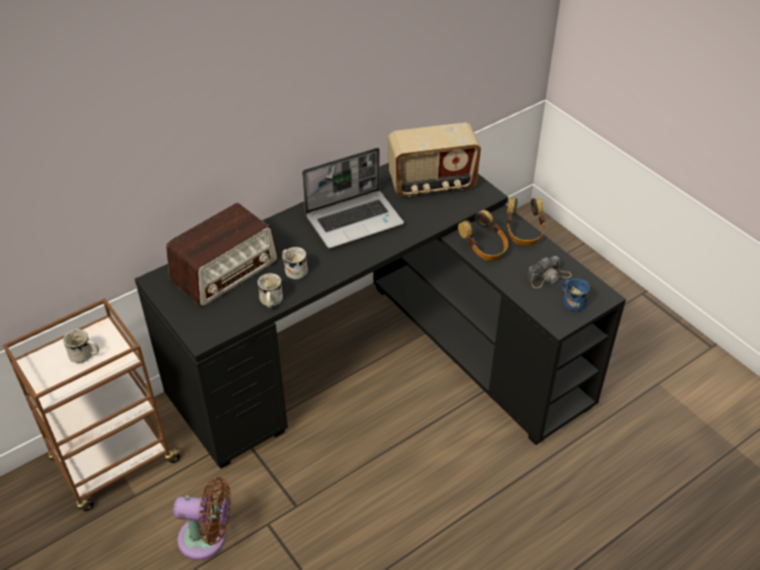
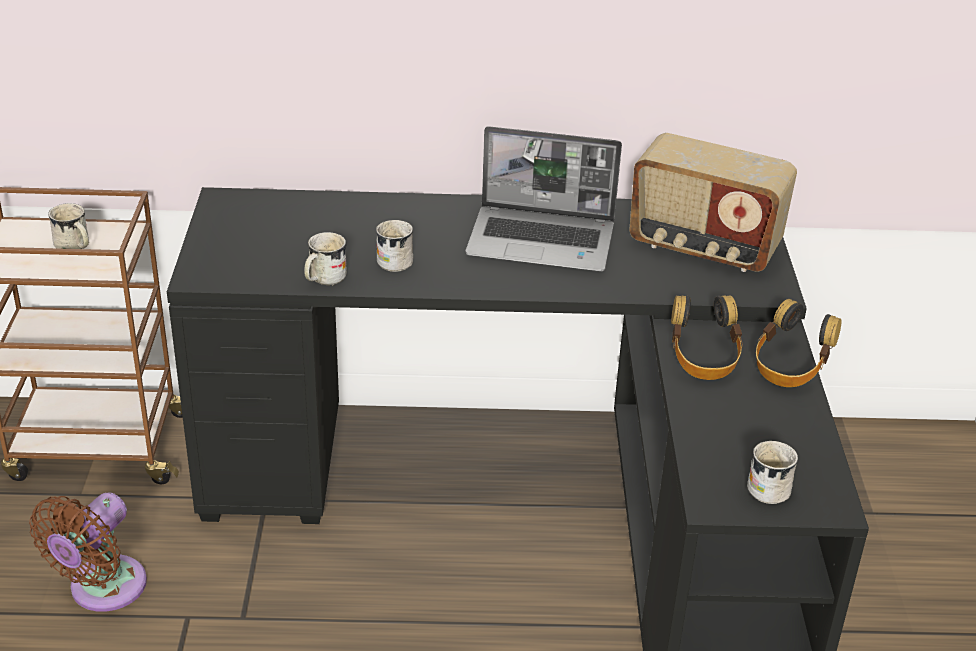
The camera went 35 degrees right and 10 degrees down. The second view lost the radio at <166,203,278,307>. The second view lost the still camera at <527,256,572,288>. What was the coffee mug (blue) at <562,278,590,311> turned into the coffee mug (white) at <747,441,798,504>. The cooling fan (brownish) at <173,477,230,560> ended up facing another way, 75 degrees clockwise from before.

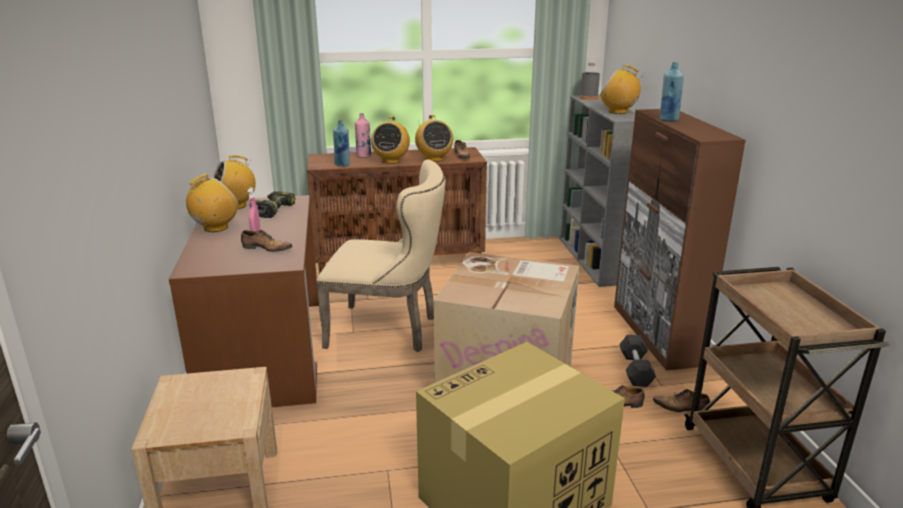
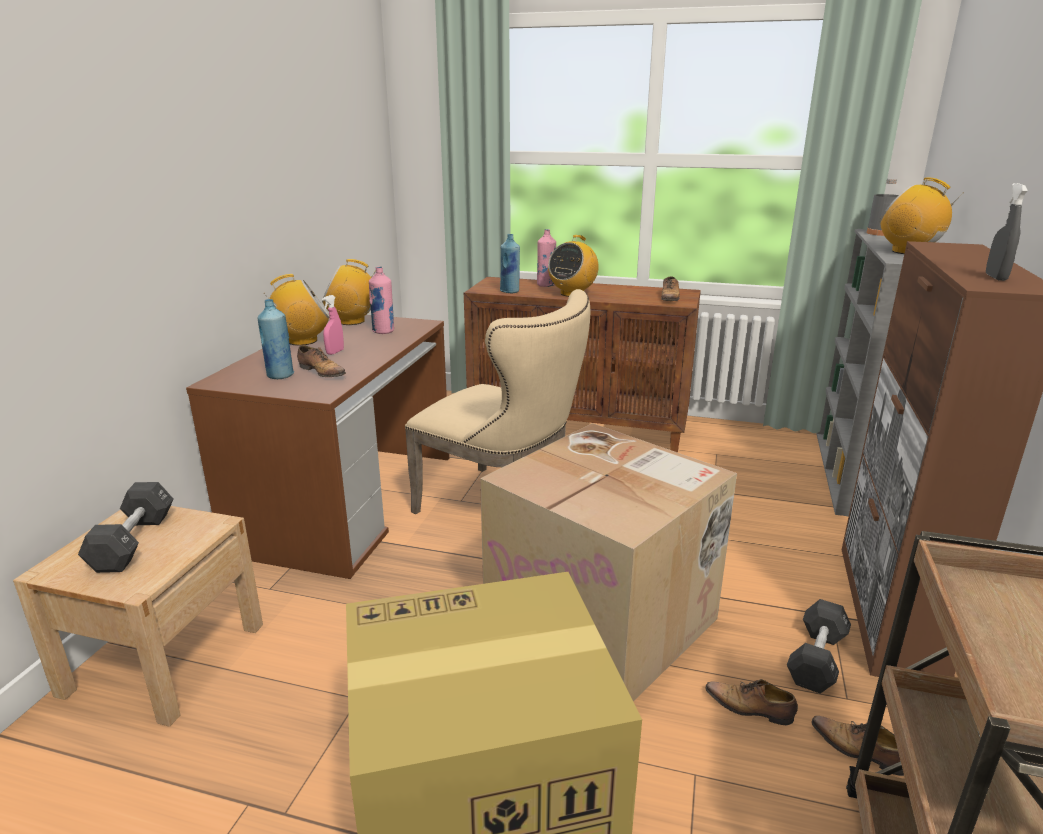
The camera went 25 degrees right and 0 degrees up. The bottle (blue) ended up elsewhere, having gone from <660,62,684,122> to <257,299,294,379>. The second view lost the radio at <415,115,453,162>. Where the electric drill stood at <250,191,296,218>, the bottle (pink-coloured) came to stand at <369,266,394,334>. The second view gained the sprayer (grey) at <986,183,1028,281>. The second view gained the dumbbell (black-coloured) at <78,482,174,573>.

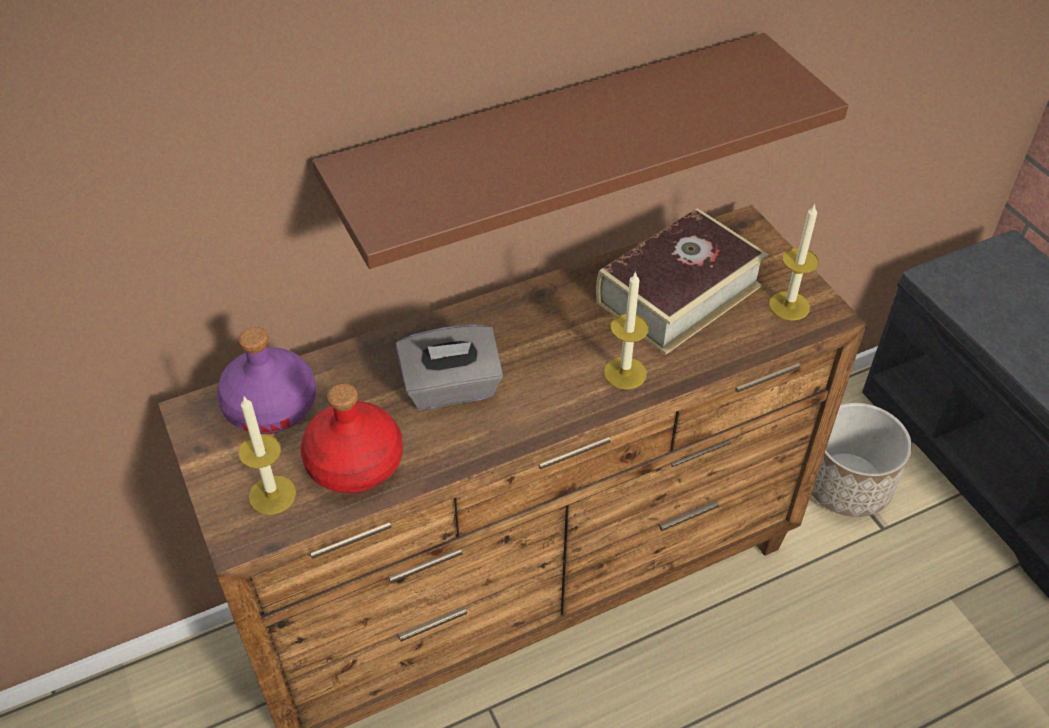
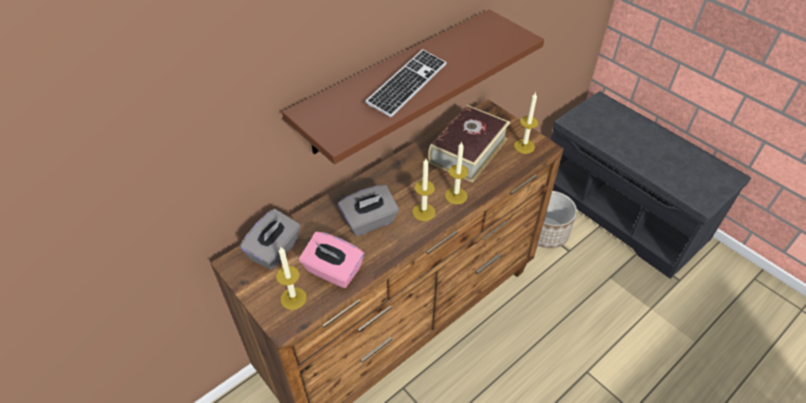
The camera went 15 degrees left and 0 degrees up. Where the bottle (purple) stood at <217,327,316,434>, the tissue box (grey) came to stand at <240,209,301,270>. Where the bottle (red-coloured) stood at <301,383,403,494>, the tissue box (pink-coloured) came to stand at <299,232,364,288>. The second view gained the keyboard at <365,49,447,117>. The second view gained the candle at <412,159,435,221>.

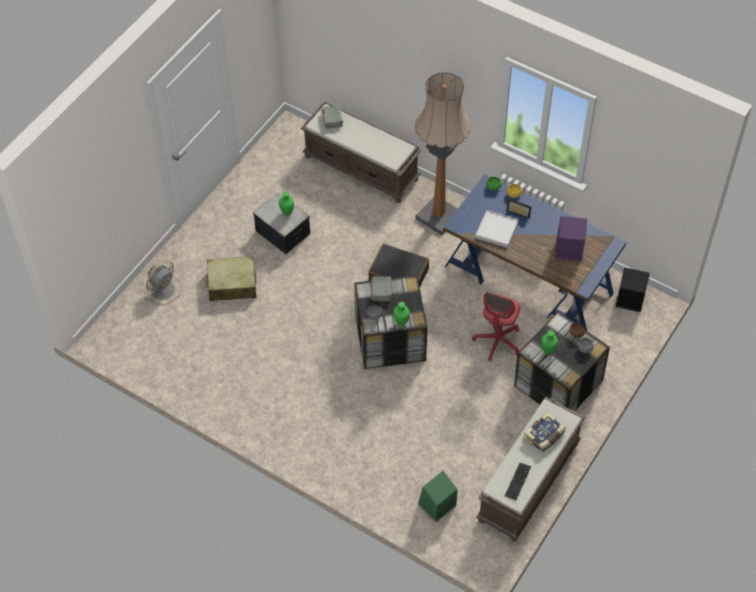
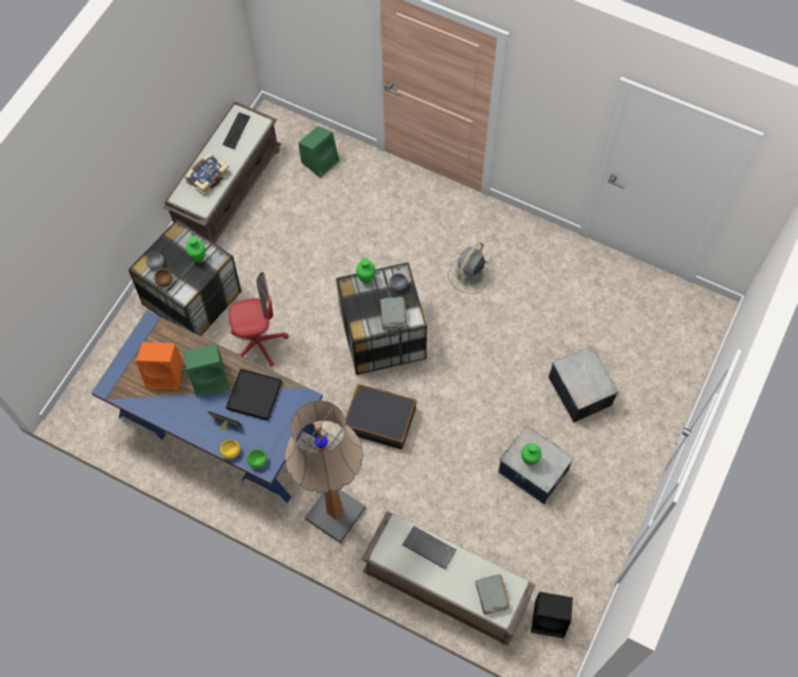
The camera went 175 degrees right and 10 degrees up. What was the tray (white) at <475,210,519,248> turned into the tray (black-coloured) at <226,369,282,421>. What was the speaker (purple) at <555,216,587,261> turned into the speaker (orange-coloured) at <136,342,183,390>. Where the suitcase (beige-coloured) stood at <204,256,257,301>, the storage container came to stand at <549,346,619,422>. The cooling fan (grey) ended up elsewhere, having gone from <145,261,182,305> to <448,242,488,294>. The speaker (black-coloured) ended up elsewhere, having gone from <616,268,650,312> to <531,592,573,638>. The computer chair (red-coloured) at <472,292,520,361> ended up facing another way, 60 degrees clockwise from before. The second view gained the speaker (green) at <184,344,229,397>. The second view gained the keyboard at <402,526,456,569>.

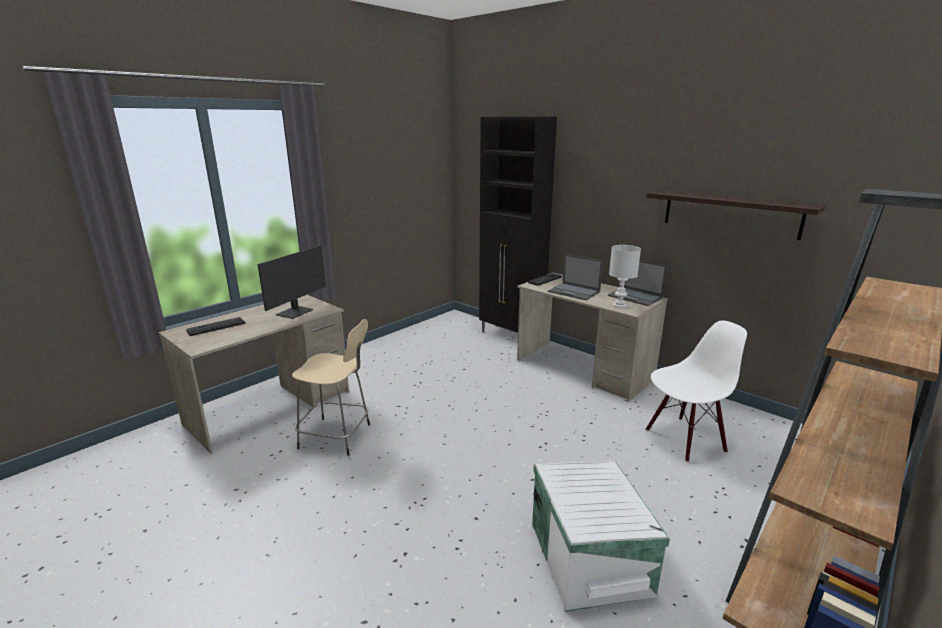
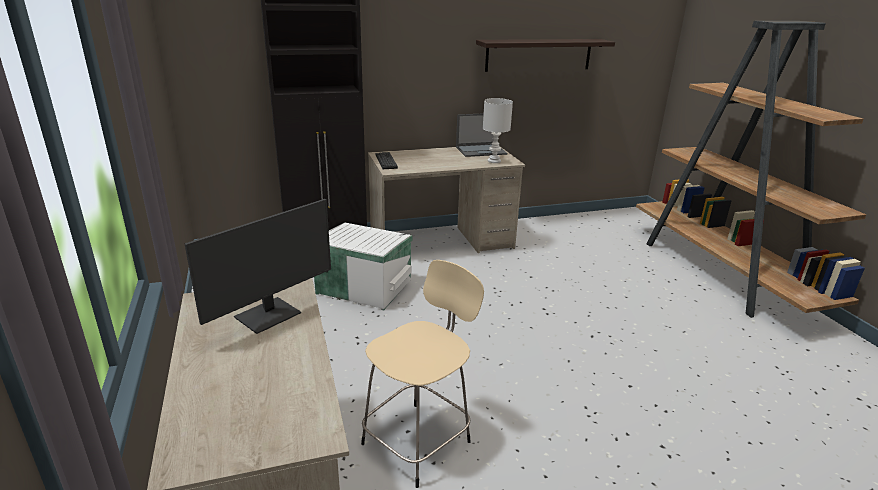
The camera went 60 degrees left and 5 degrees up. The computer display at <258,245,326,319> ended up facing another way, 75 degrees clockwise from before. The second view lost the portable computer at <548,254,603,300>. The second view lost the keyboard at <186,317,245,336>. The second view lost the upright chair (white) at <646,320,747,462>. The storage container (white) ended up elsewhere, having gone from <532,462,670,612> to <314,223,412,310>.

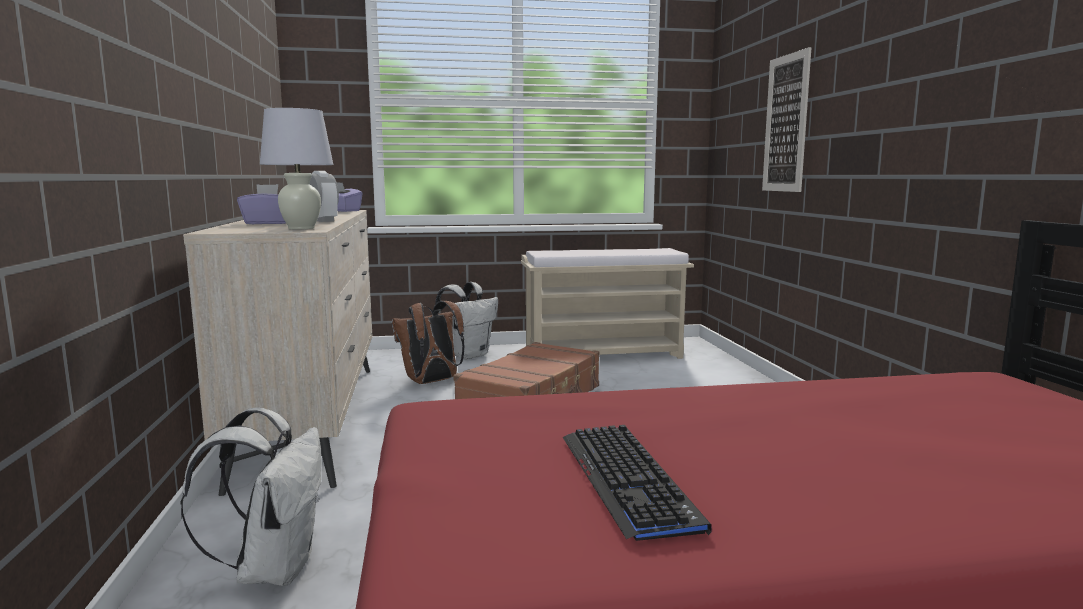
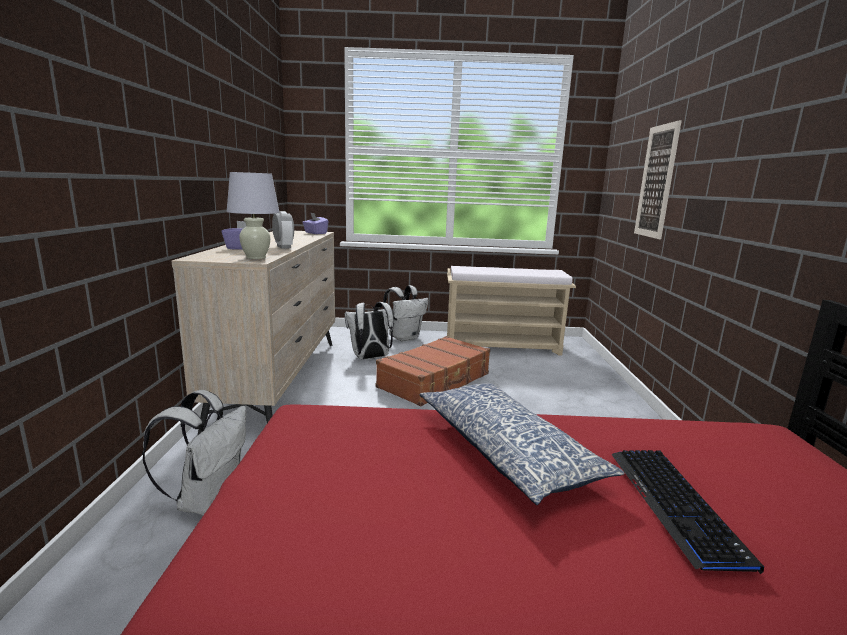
The camera went 10 degrees right and 5 degrees up. What was the backpack (brownish) at <392,301,465,384> turned into the backpack (white) at <345,302,394,359>. The keyboard ended up elsewhere, having gone from <563,425,712,541> to <611,450,764,574>. The second view gained the cushion at <420,383,625,505>.

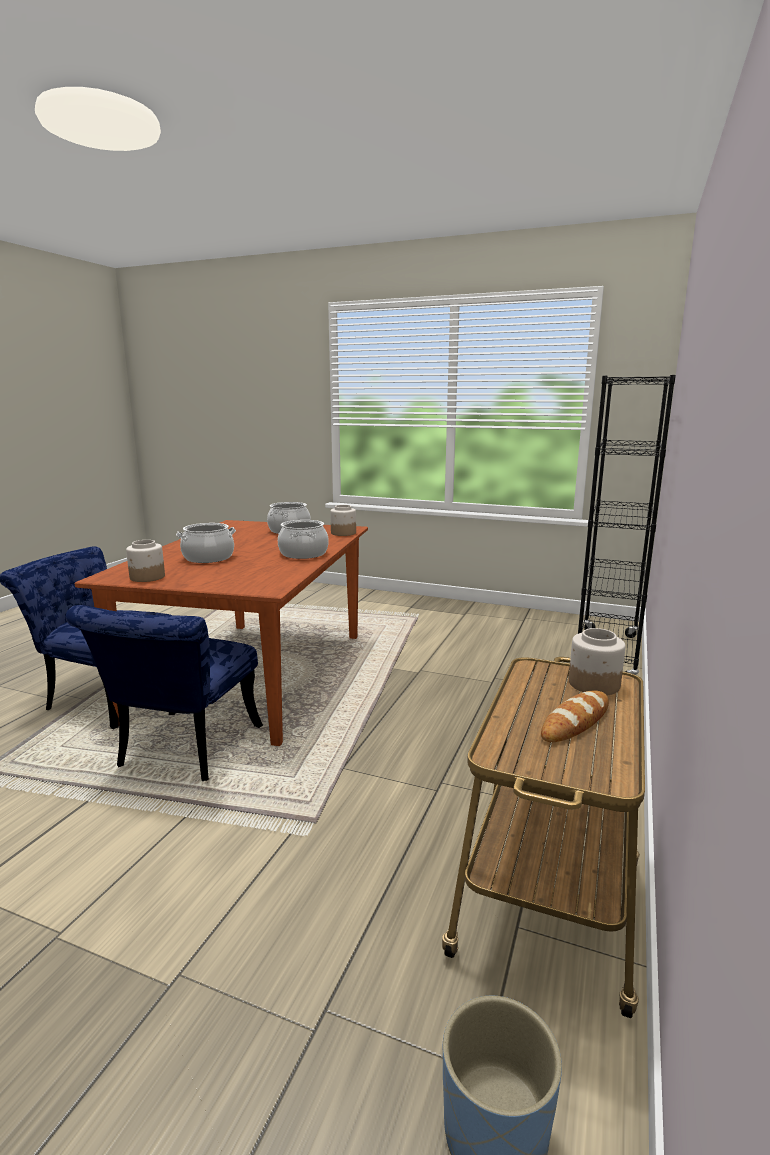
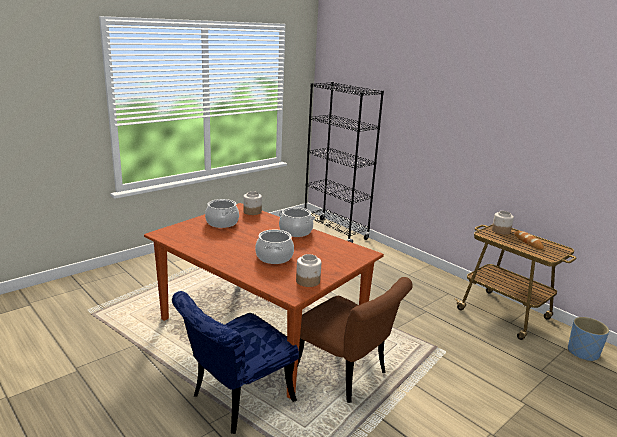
The camera went 65 degrees left and 5 degrees up. What was the upright chair (blue) at <66,605,263,781> turned into the upright chair (brownish) at <298,277,413,403>.

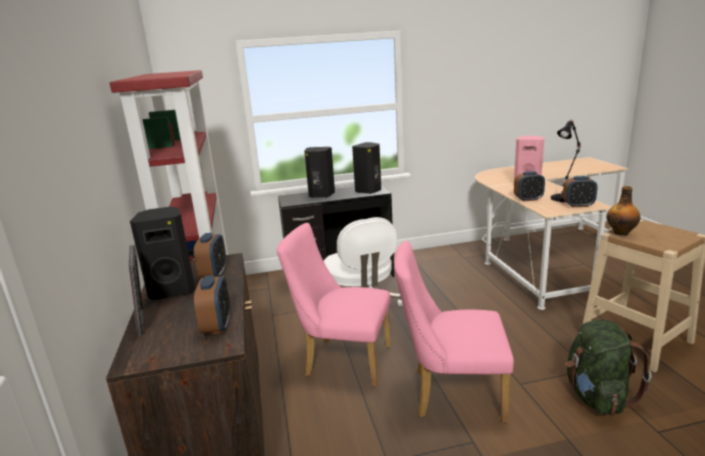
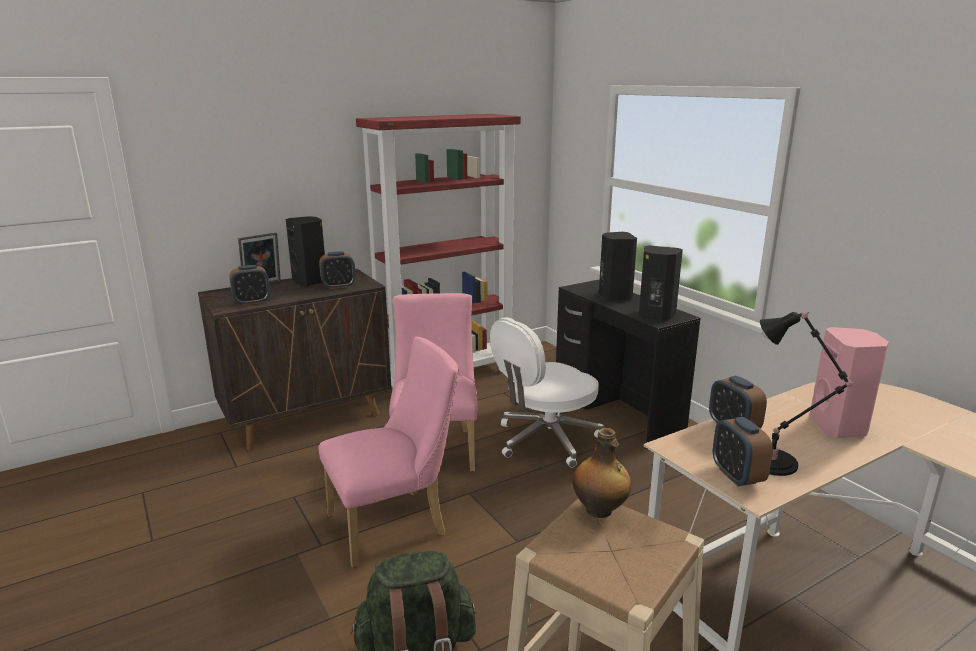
The camera went 70 degrees right and 0 degrees up. The upright chair (pink-coloured) at <394,241,514,423> ended up facing another way, 75 degrees clockwise from before.

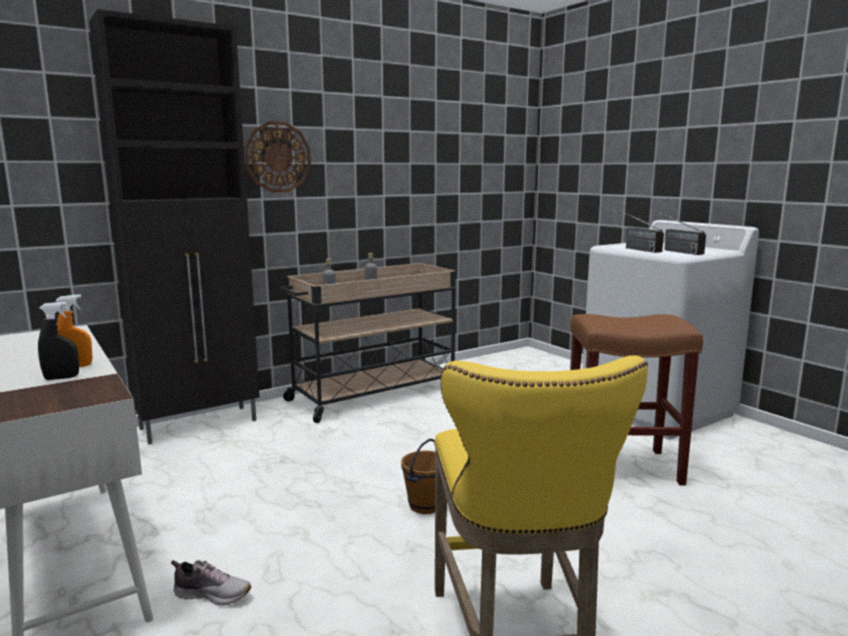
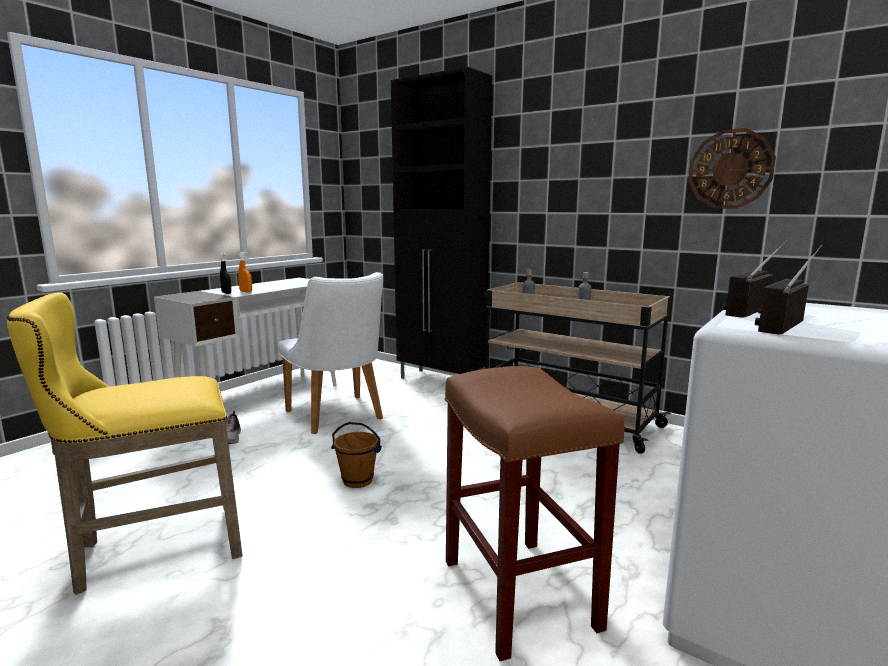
The camera went 70 degrees right and 0 degrees up. The wall clock ended up elsewhere, having gone from <244,121,311,193> to <688,128,776,209>. The second view gained the upright chair (white) at <278,272,383,434>.

